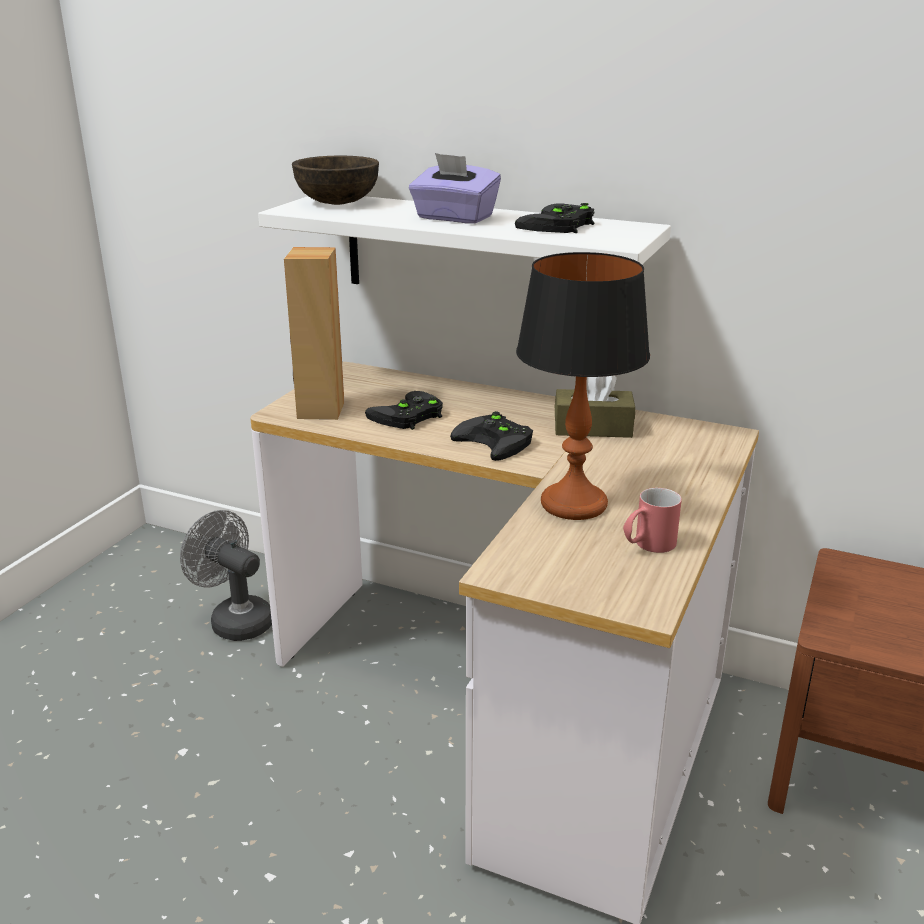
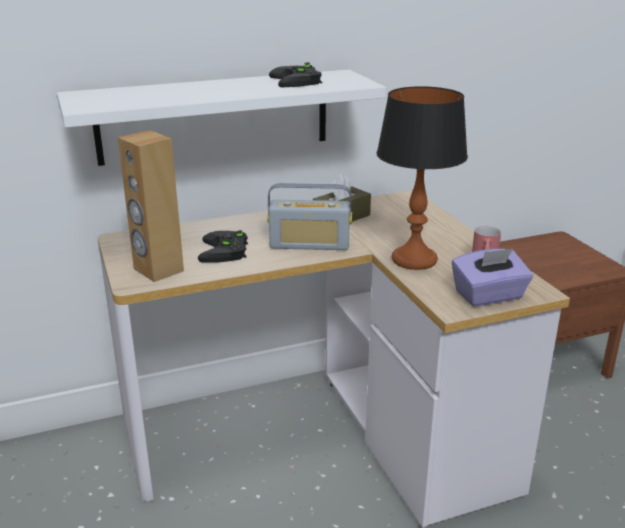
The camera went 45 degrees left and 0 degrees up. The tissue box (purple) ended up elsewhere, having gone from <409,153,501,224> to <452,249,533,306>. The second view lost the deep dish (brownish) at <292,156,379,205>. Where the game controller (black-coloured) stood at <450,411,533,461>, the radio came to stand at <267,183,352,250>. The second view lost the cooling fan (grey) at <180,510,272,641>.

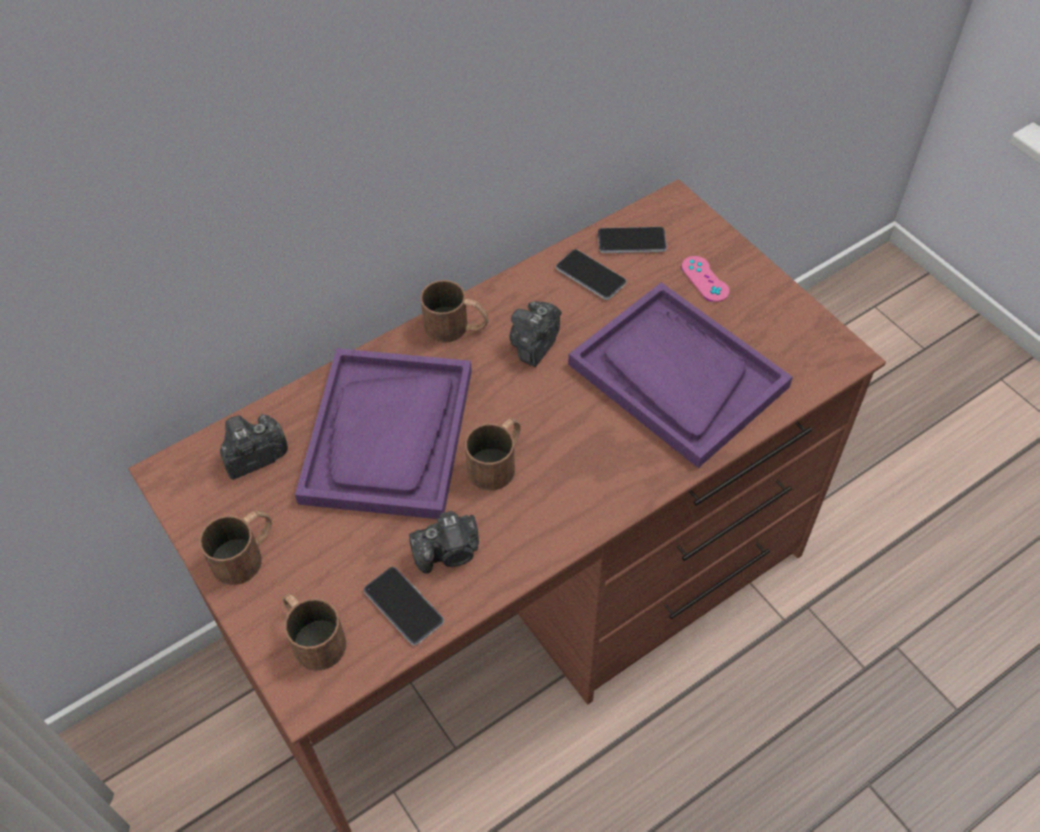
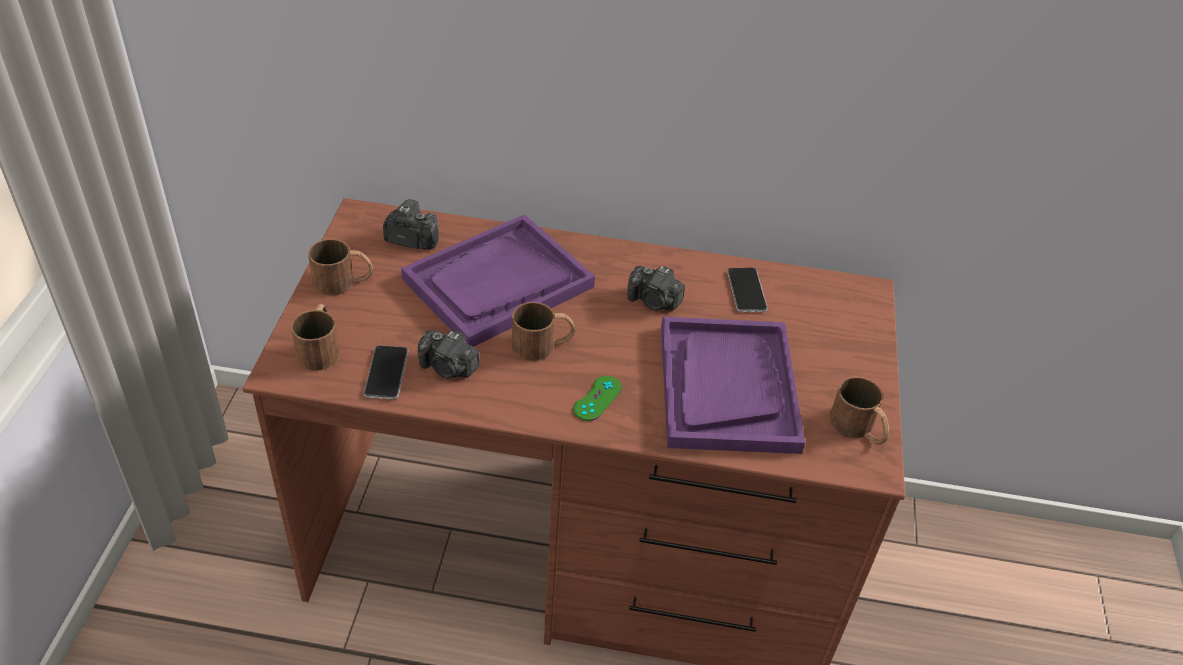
The camera went 40 degrees right and 10 degrees down. The second view lost the telephone at <598,227,667,253>. The second view lost the game controller (pink-coloured) at <681,256,729,302>. The coffee mug (brownish) ended up elsewhere, having gone from <420,280,489,343> to <829,377,889,444>. The still camera at <509,301,562,367> ended up facing another way, 135 degrees counterclockwise from before. The second view gained the game controller (green) at <573,376,622,421>.

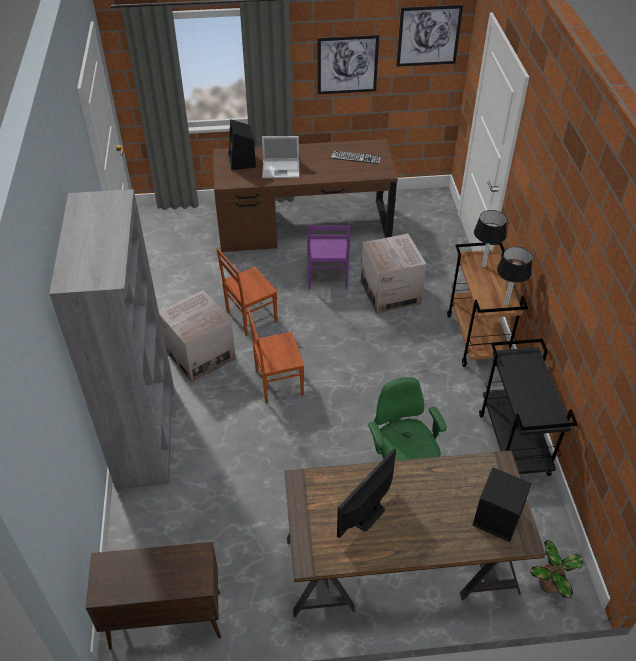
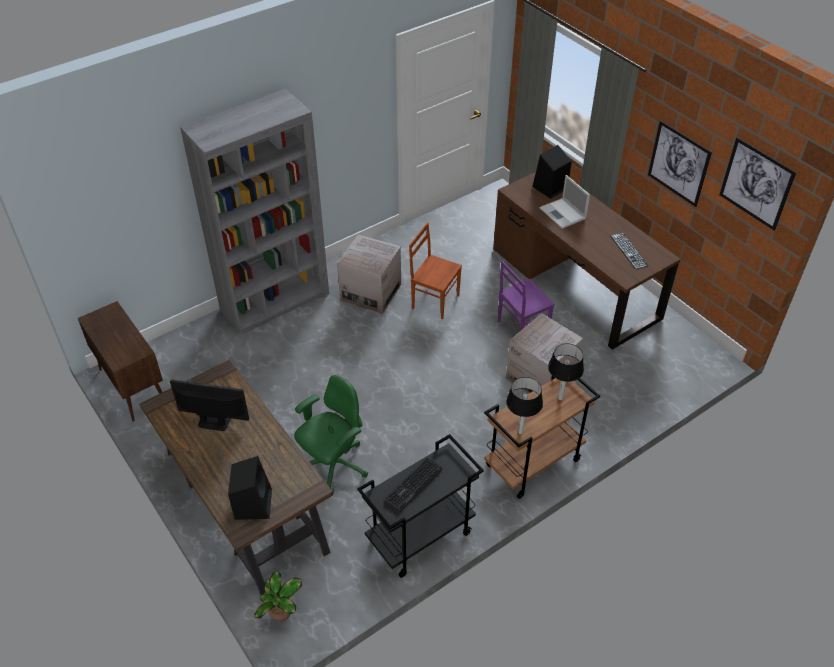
The camera went 60 degrees right and 0 degrees up. The second view lost the upright chair (brownish) at <247,307,304,403>. The second view gained the keyboard at <385,457,442,511>.

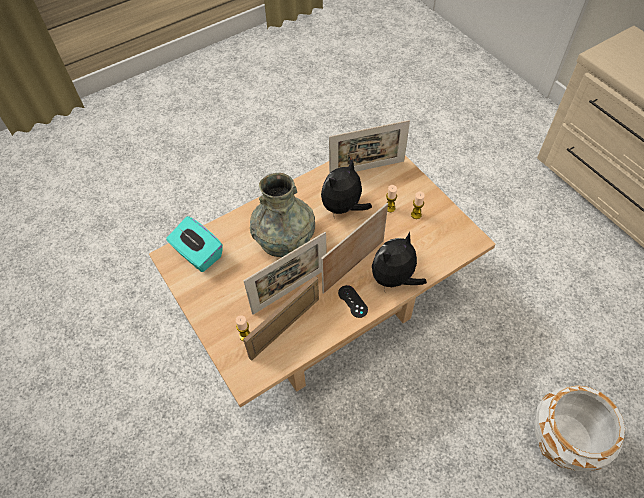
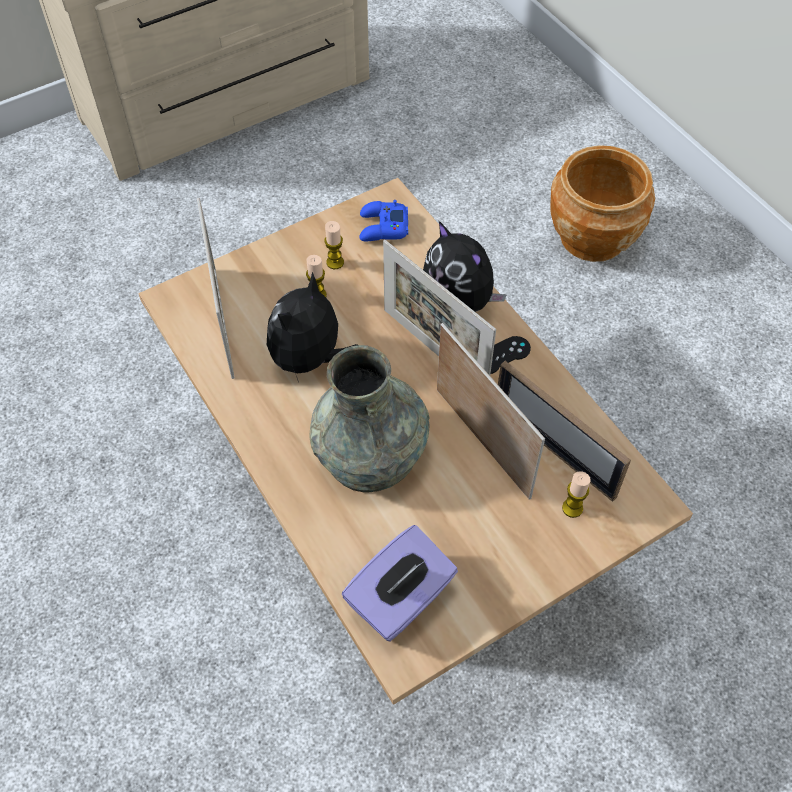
The camera went 90 degrees left and 0 degrees up. The plush toy at <321,159,372,219> ended up facing another way, 75 degrees clockwise from before. What was the tissue box (blue-green) at <166,216,223,272> turned into the tissue box (purple) at <342,525,458,642>. What was the flower pot (white) at <535,385,625,471> turned into the flower pot (brownish) at <550,145,655,262>. The second view gained the game controller (blue) at <359,200,408,241>.

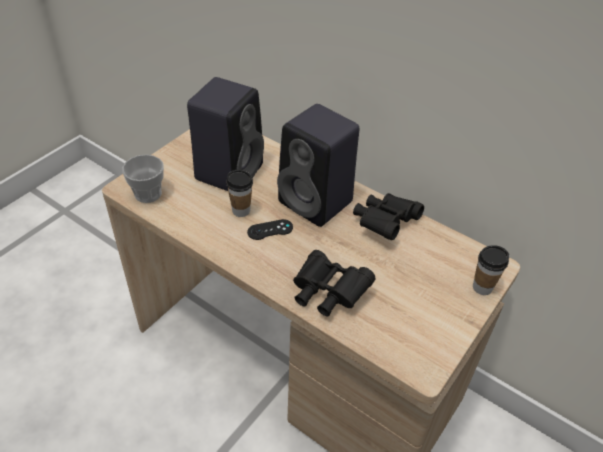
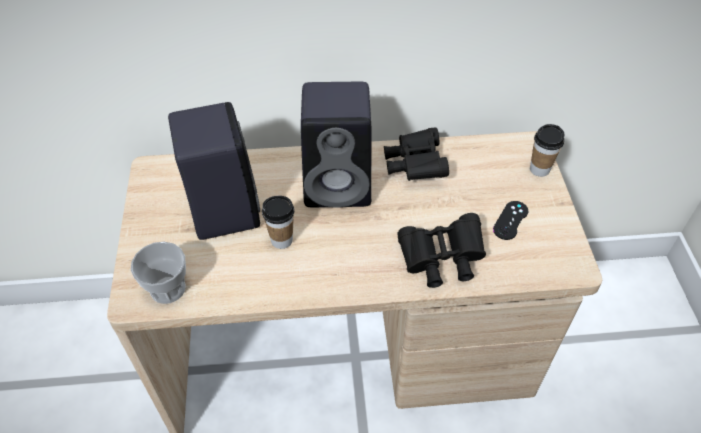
The camera went 40 degrees left and 5 degrees up. The game controller (black-coloured) ended up elsewhere, having gone from <247,219,293,240> to <493,201,528,240>.

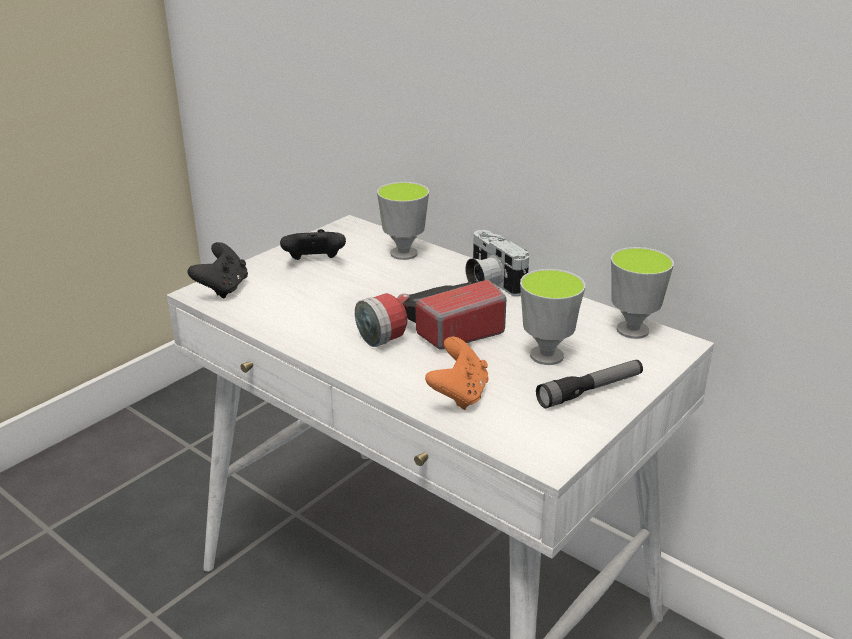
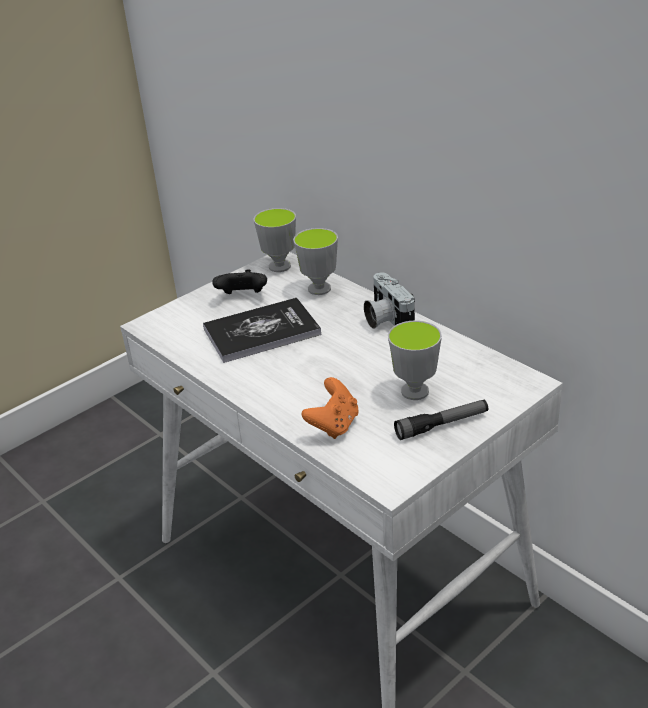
The camera went 10 degrees right and 5 degrees up. The second view lost the game controller (black-coloured) at <188,242,248,299>. The cup ended up elsewhere, having gone from <611,247,674,339> to <253,208,296,272>. The second view lost the hand torch at <355,280,506,349>. The second view gained the book at <203,298,322,363>.

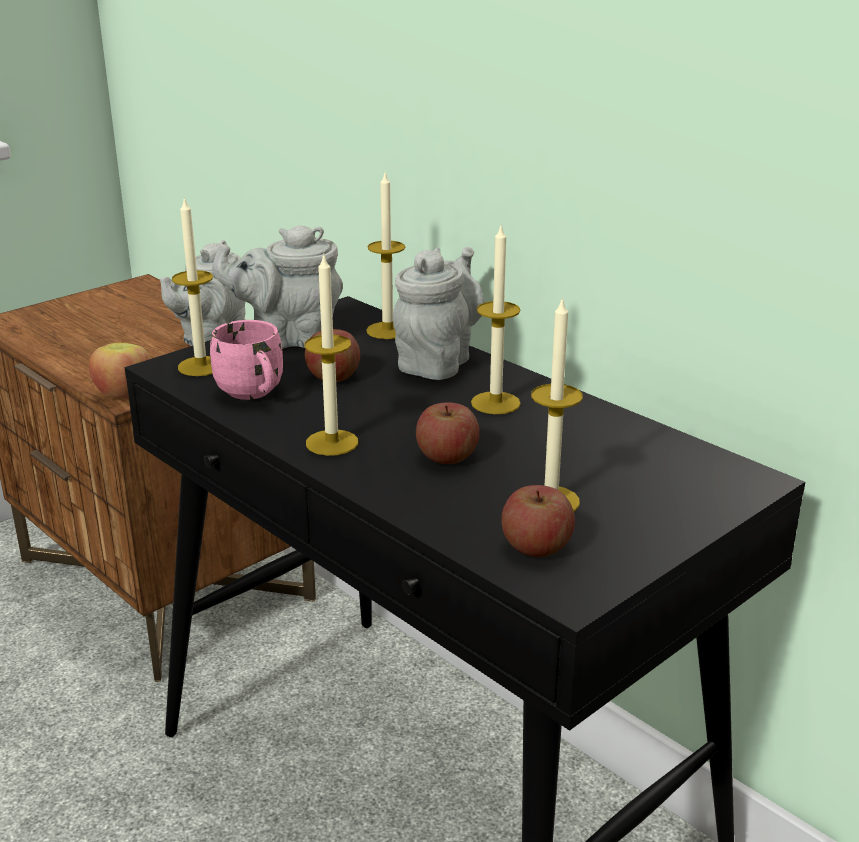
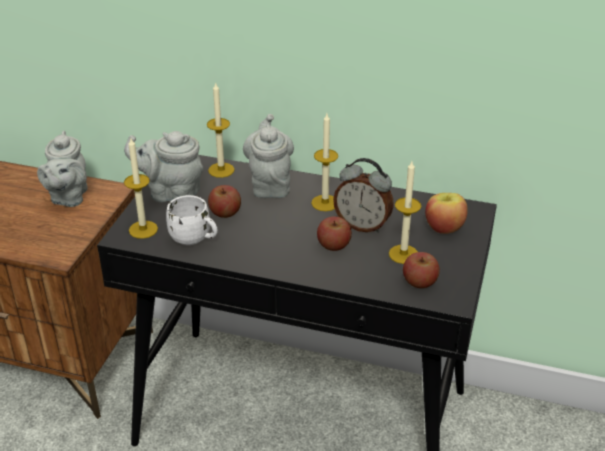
The camera went 30 degrees left and 10 degrees up. The tea pot (grey) at <212,225,343,349> ended up facing another way, 45 degrees clockwise from before. The second view lost the candle at <305,254,358,456>. What was the coffee mug (pink-coloured) at <210,320,283,400> turned into the coffee mug (white) at <166,195,218,245>. The apple fruit ended up elsewhere, having gone from <89,343,151,398> to <425,193,467,234>. The second view gained the table clock at <333,158,394,233>.

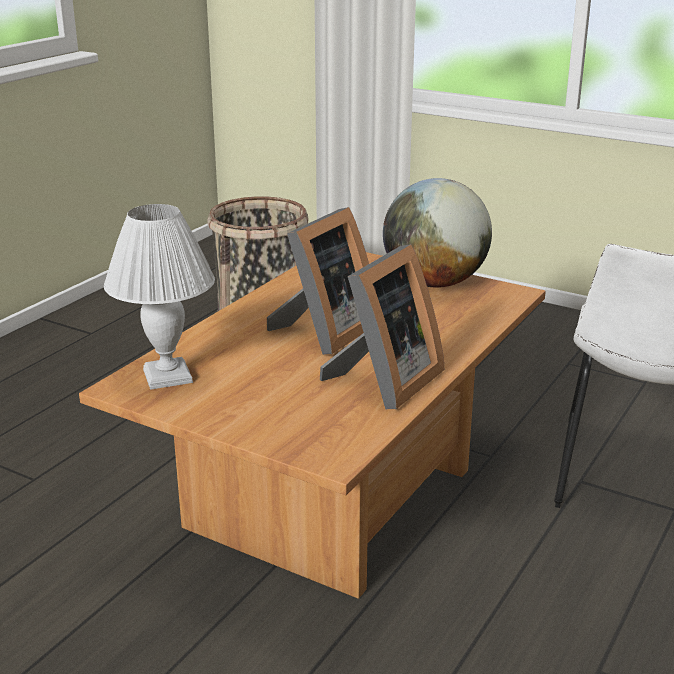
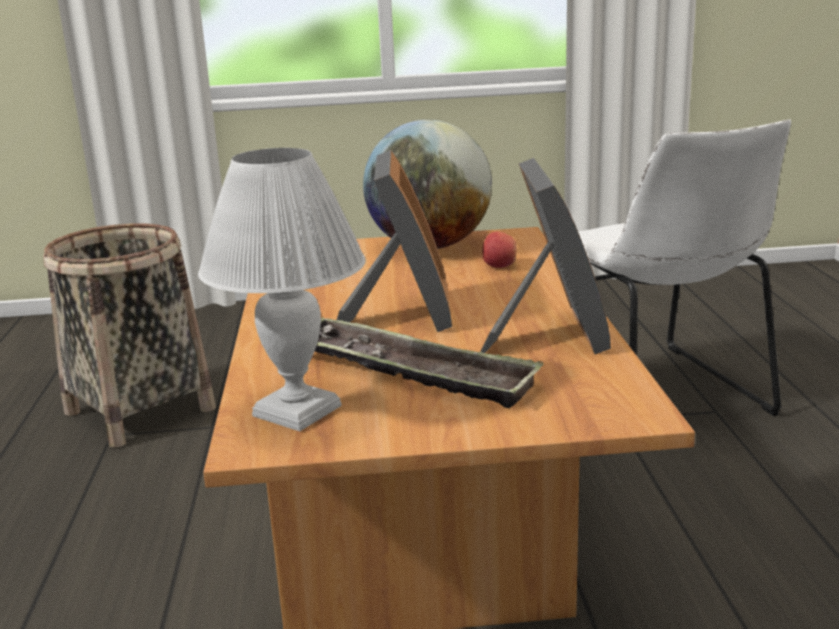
The camera went 35 degrees left and 5 degrees down. The second view gained the apple fruit at <482,232,517,268>. The second view gained the tray at <315,316,544,408>.

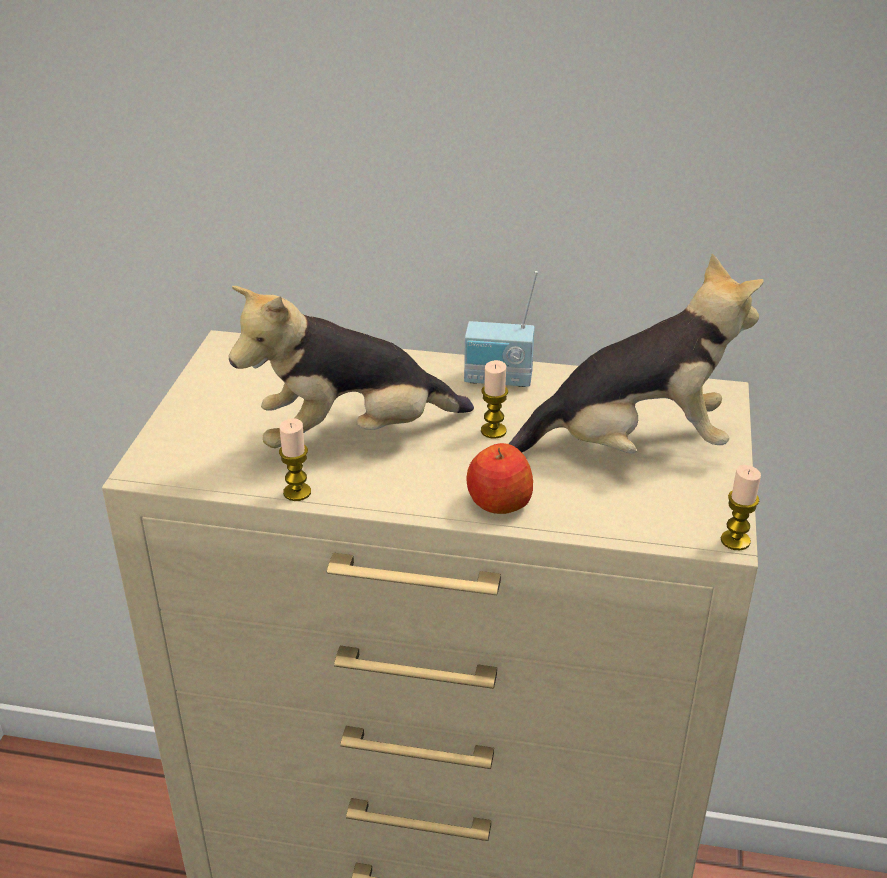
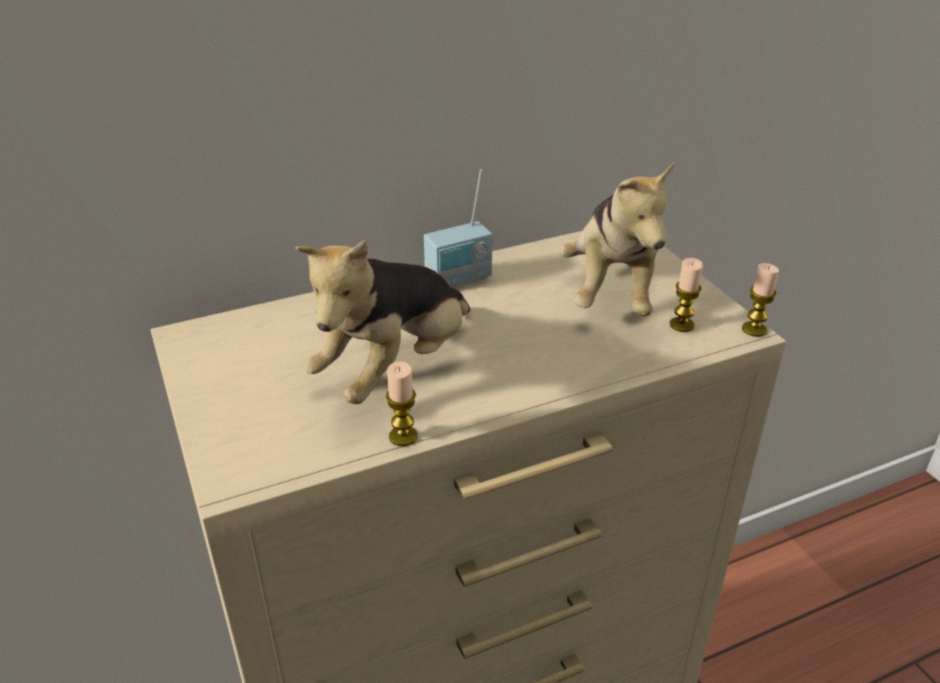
The camera went 35 degrees left and 0 degrees up. The plush toy at <509,254,764,453> ended up facing another way, 135 degrees clockwise from before. The candle ended up elsewhere, having gone from <481,360,508,439> to <670,258,703,332>. The second view lost the apple fruit at <466,443,533,514>.

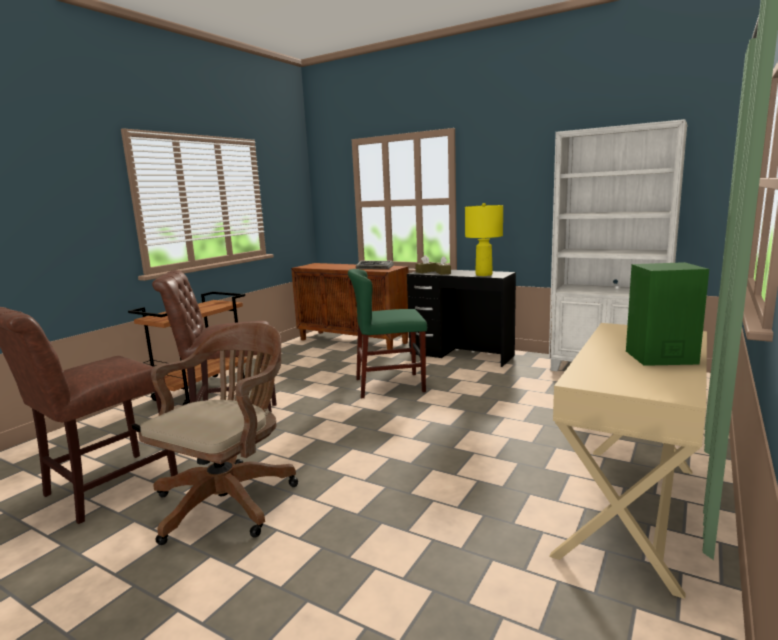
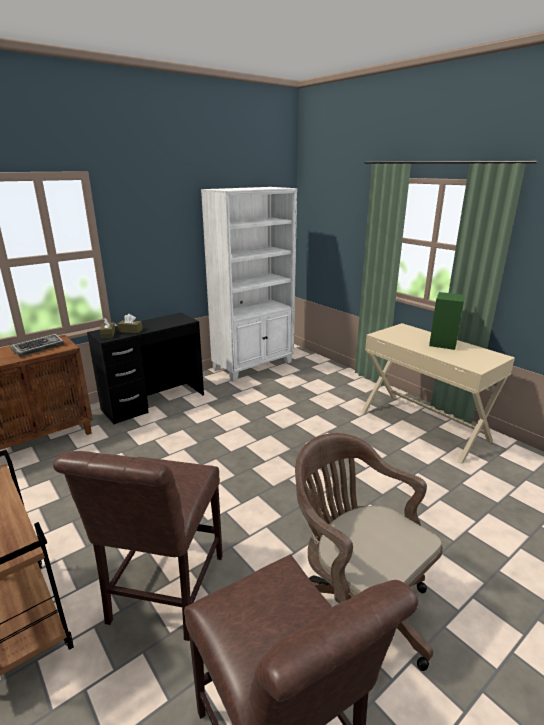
The camera went 70 degrees left and 10 degrees up. The second view lost the lamp for a table (yellow-coloured) at <465,203,503,276>. The second view lost the upright chair (green) at <348,269,427,398>.

